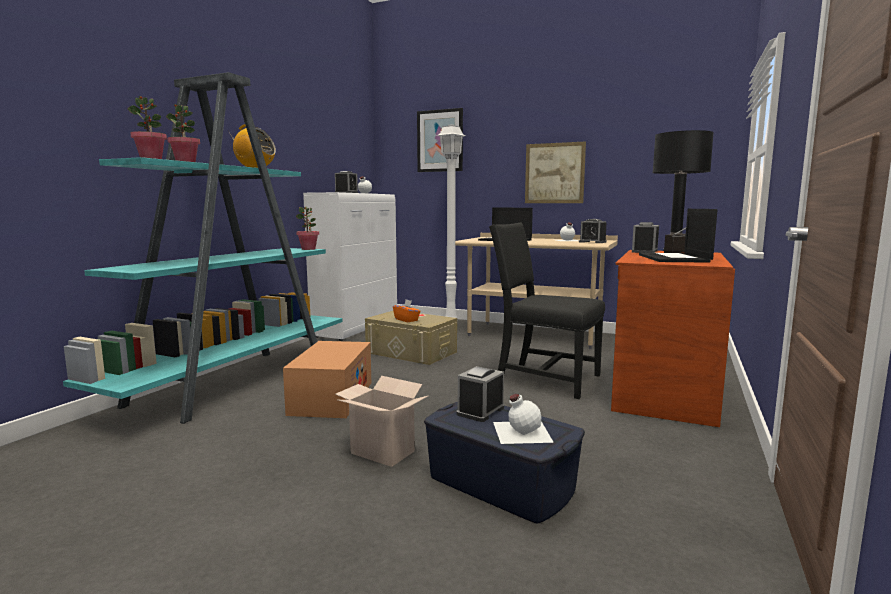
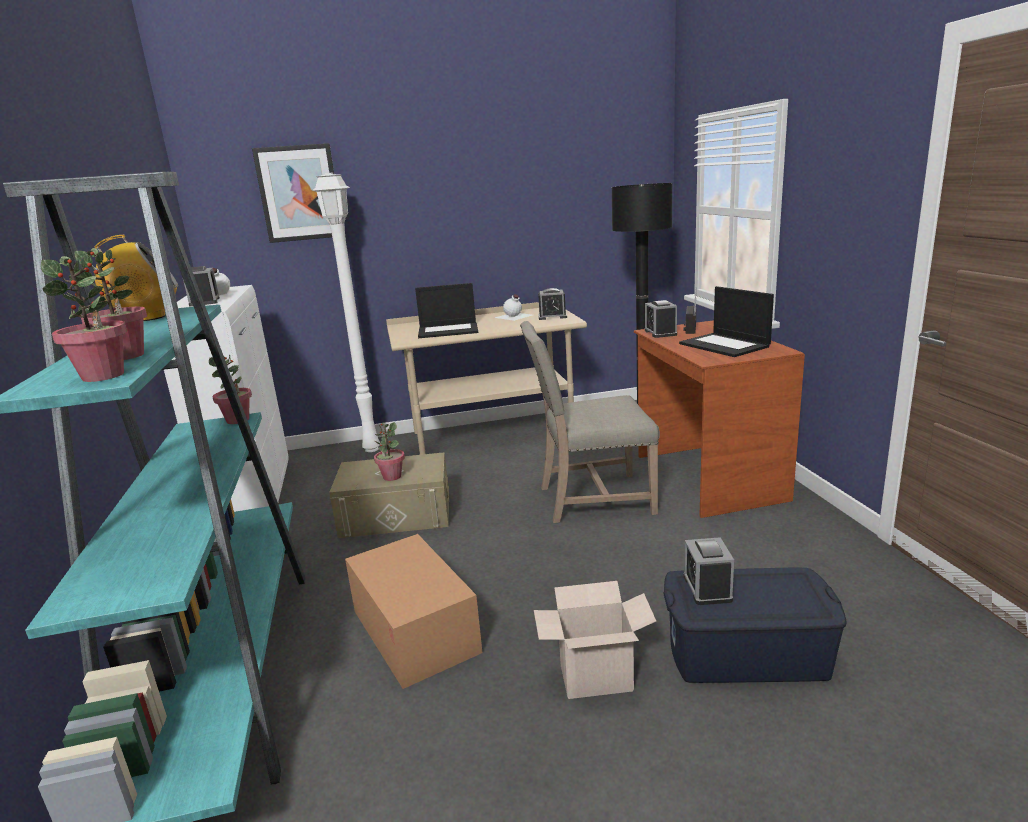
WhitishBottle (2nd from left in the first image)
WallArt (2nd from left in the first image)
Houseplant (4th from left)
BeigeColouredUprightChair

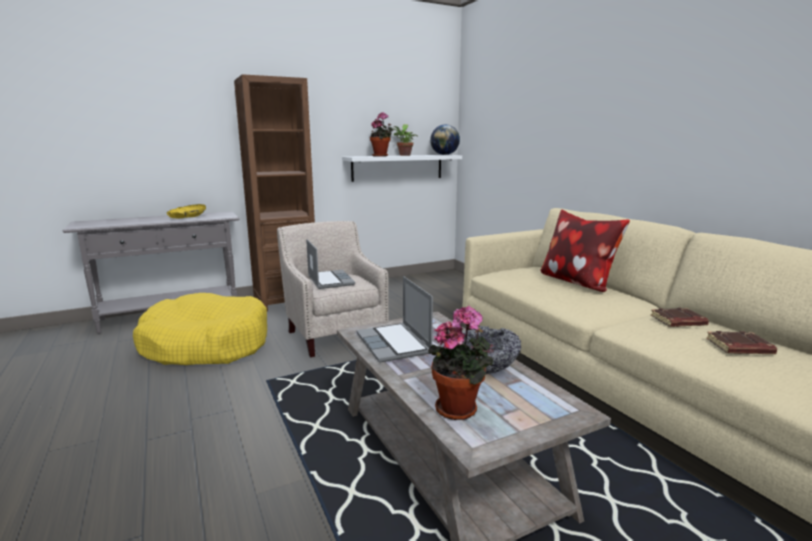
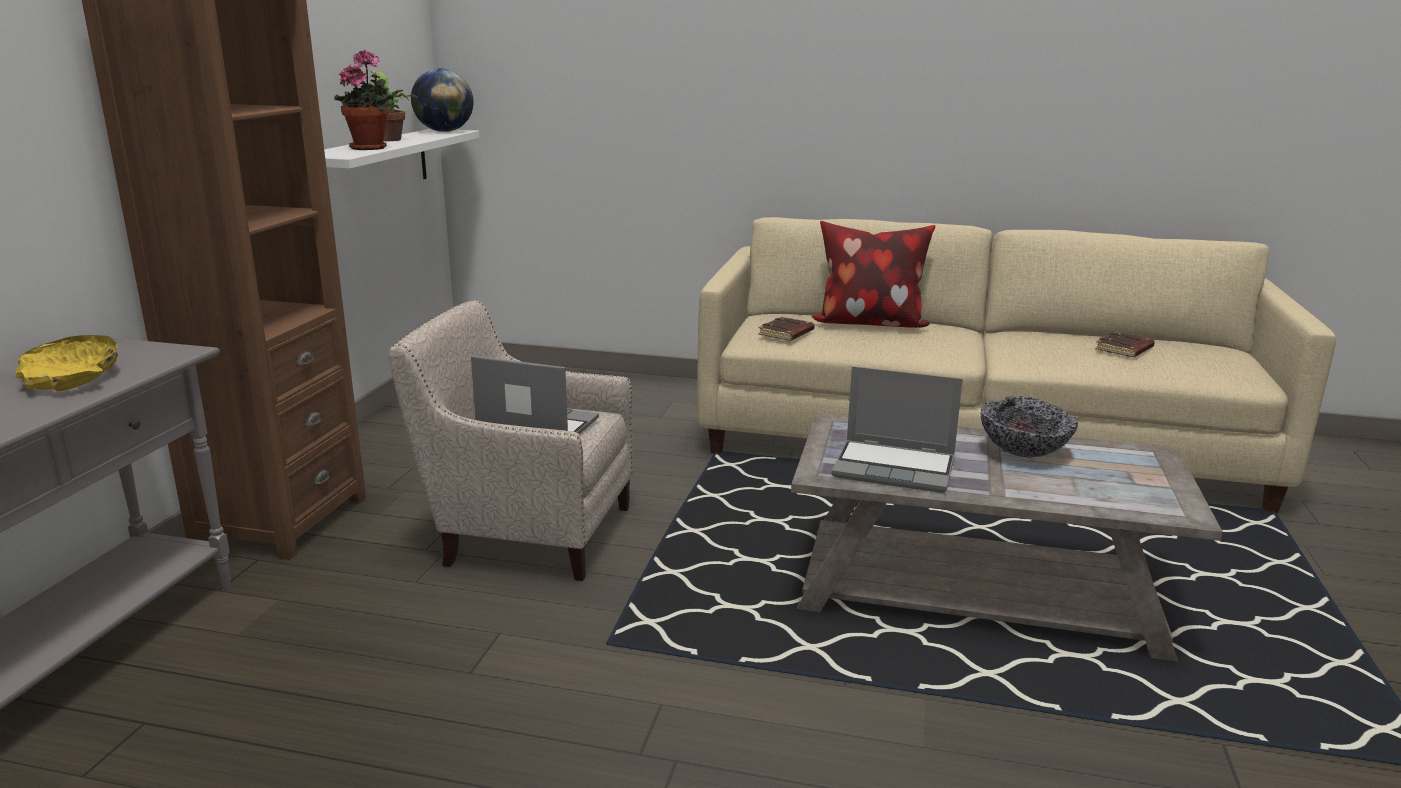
YellowishDogBed
Houseplant (3rd from left in the first image)
BrownishBook (1st from left)

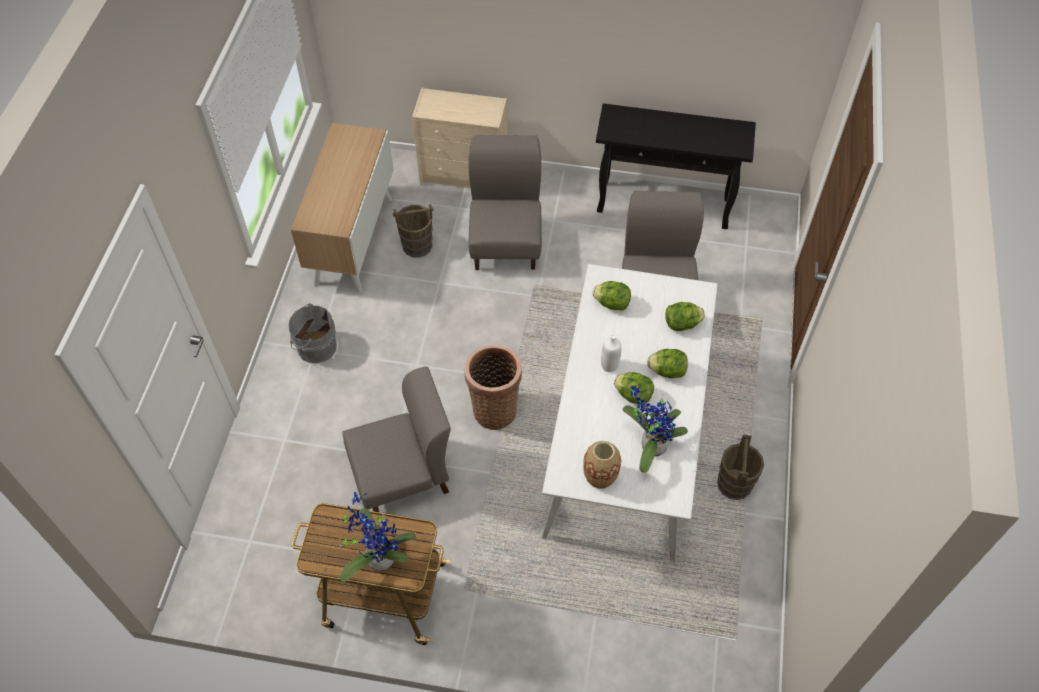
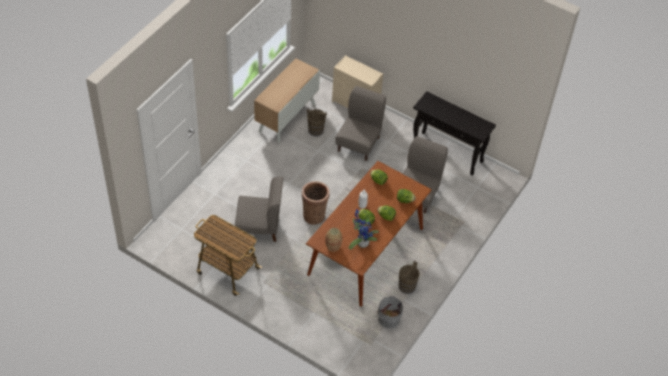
Houseplant (1st from left in the first image)
GrayPail
BrownishDiningTable

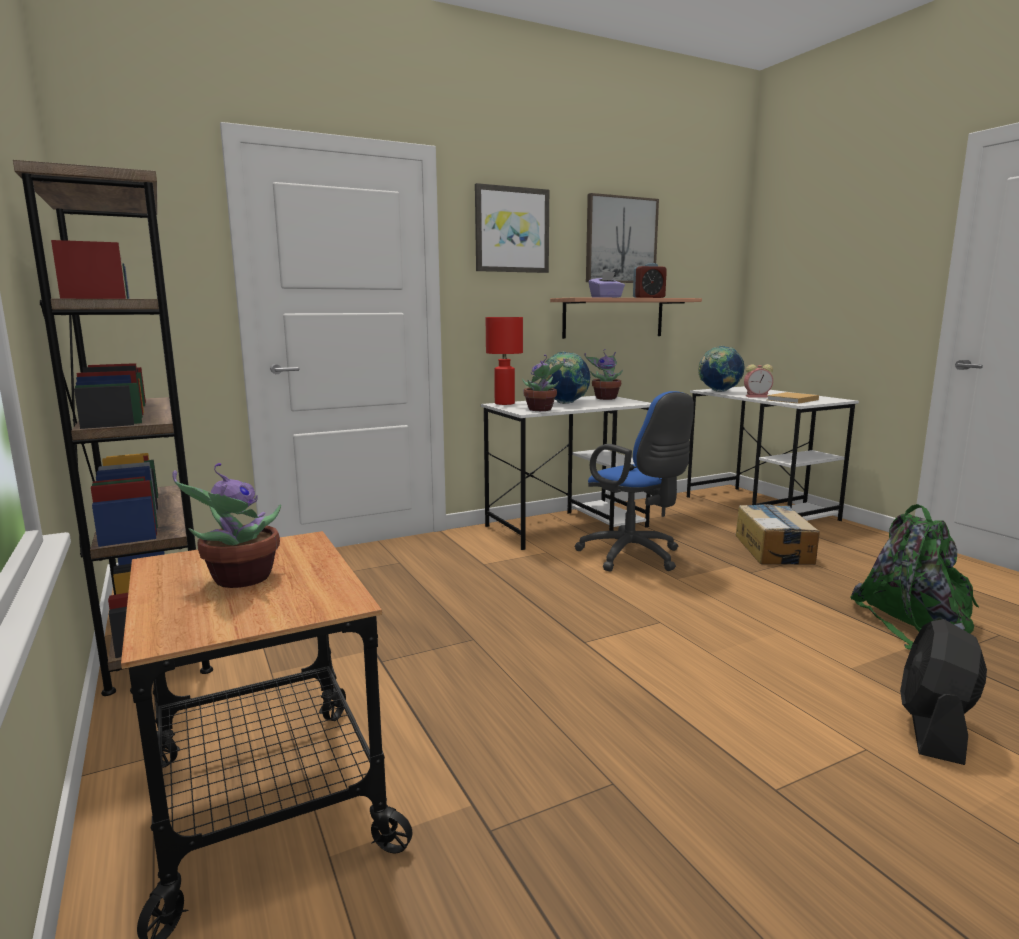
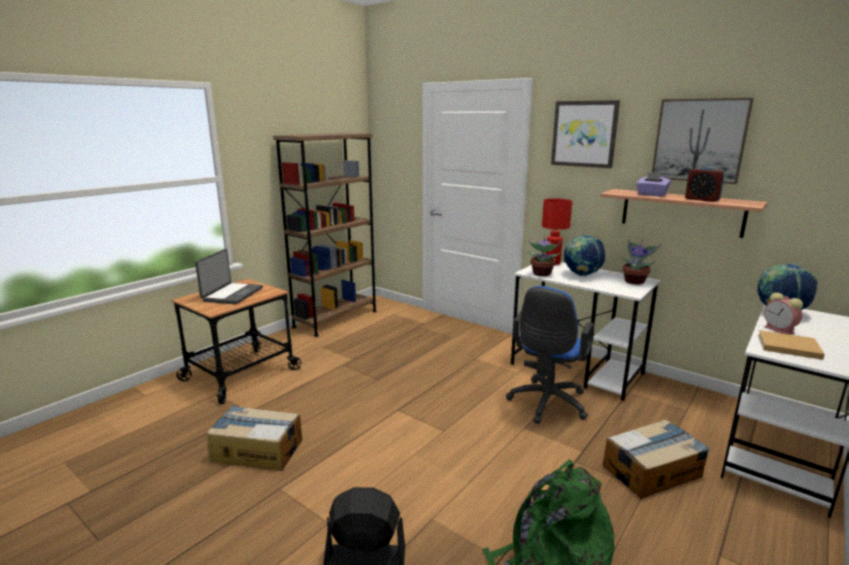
Carton (1st from left)
NotebookComputer

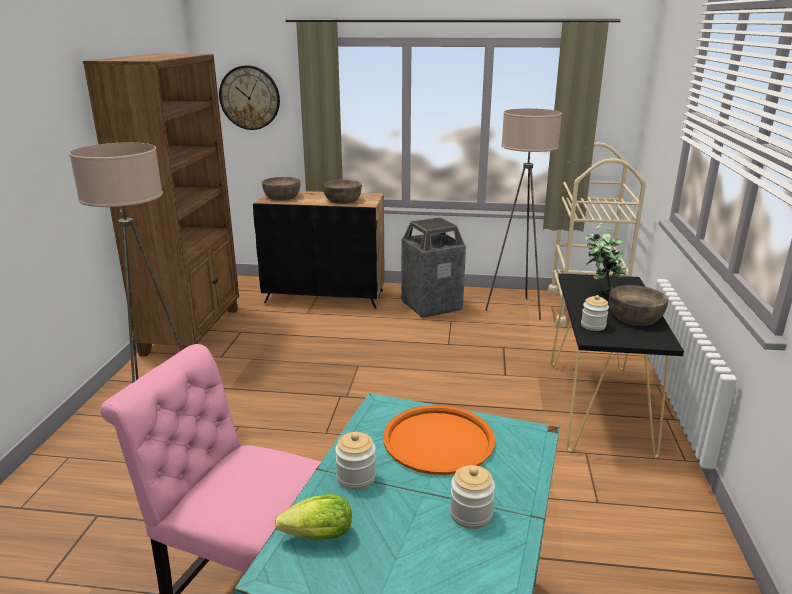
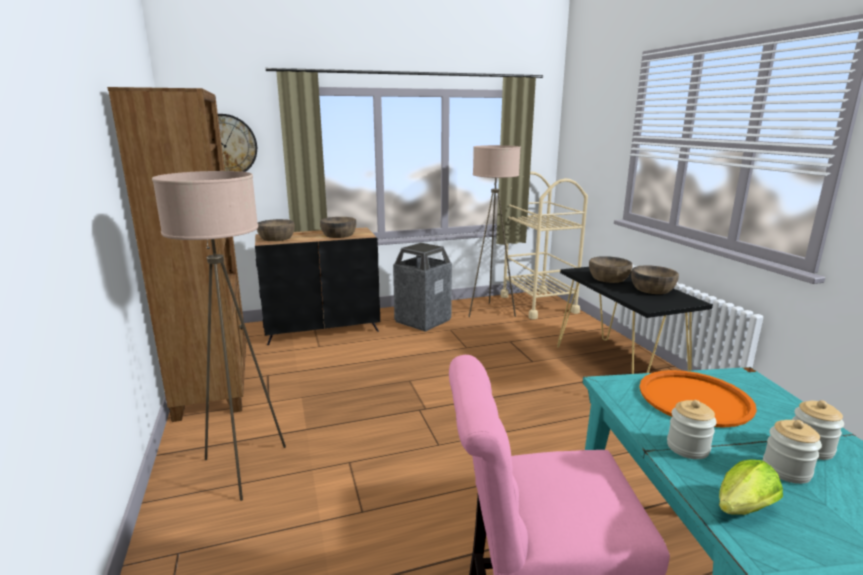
PreserveJar (2nd from left)
BrownishServingBowl (3rd from left)

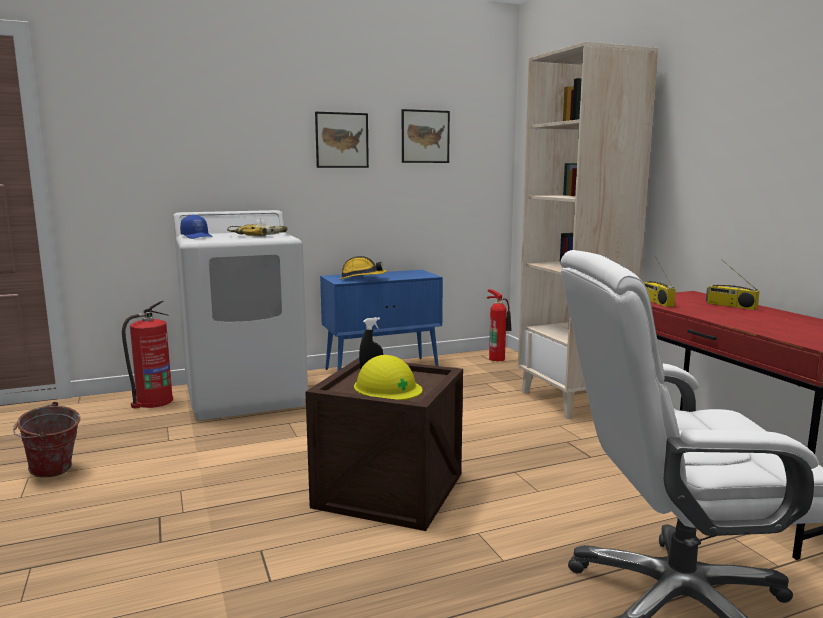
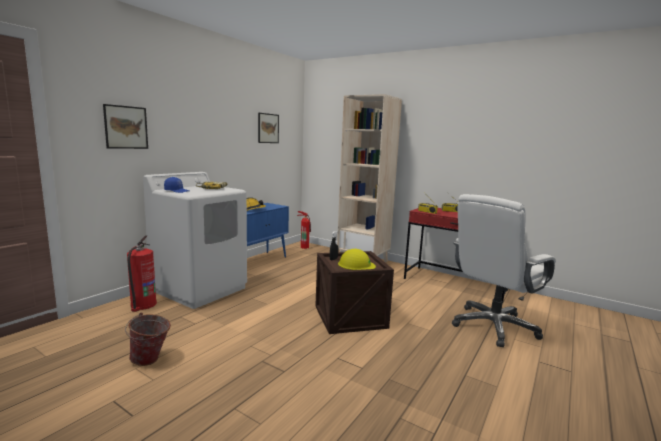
WallArt (1st from left)

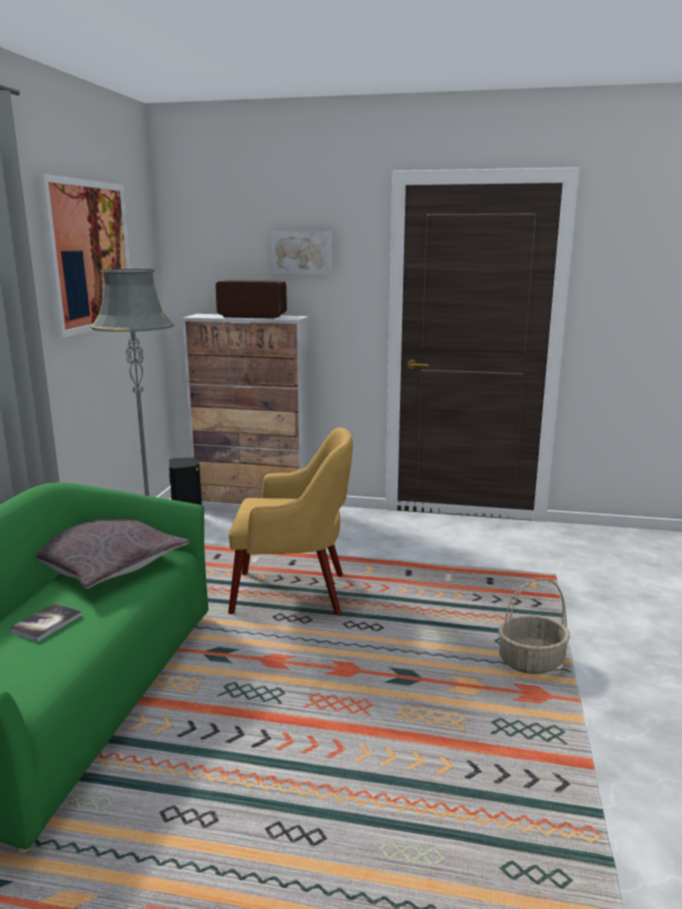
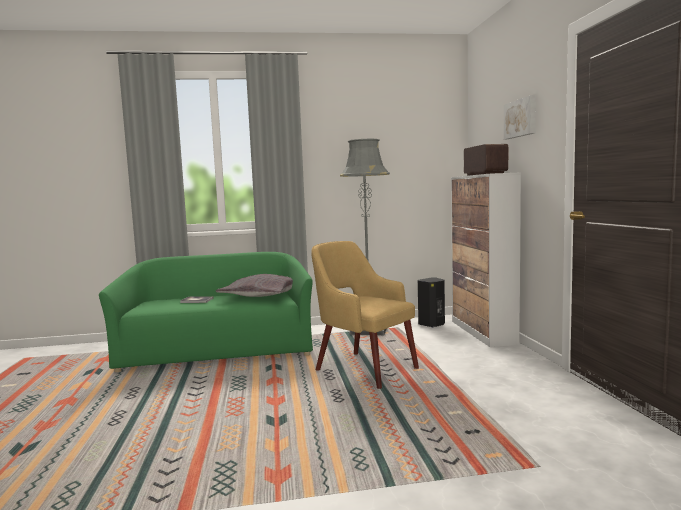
WallArt (1st from left in the first image)
Basket
YellowishEasyChair

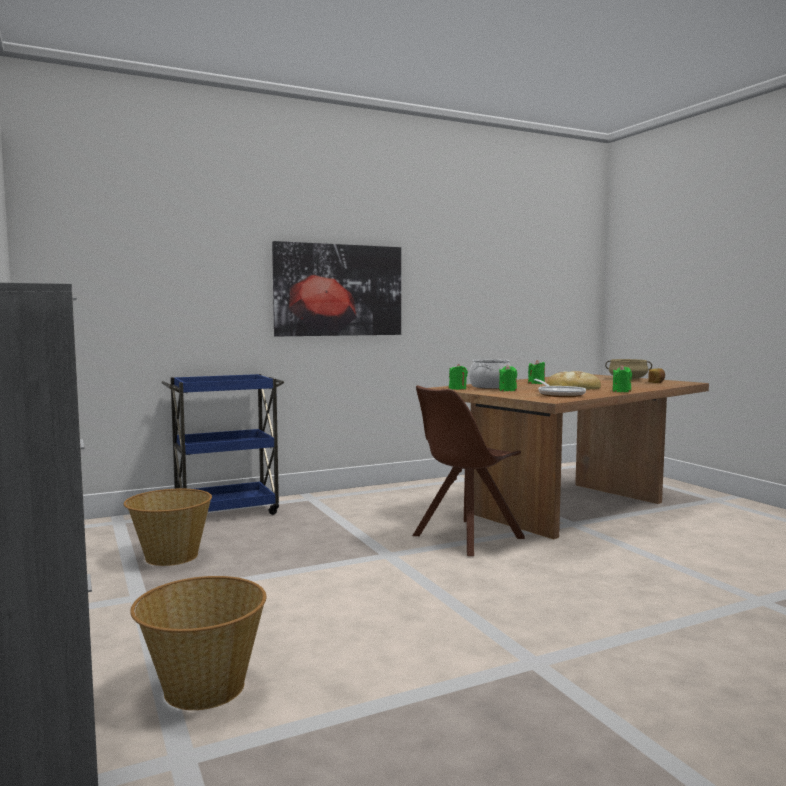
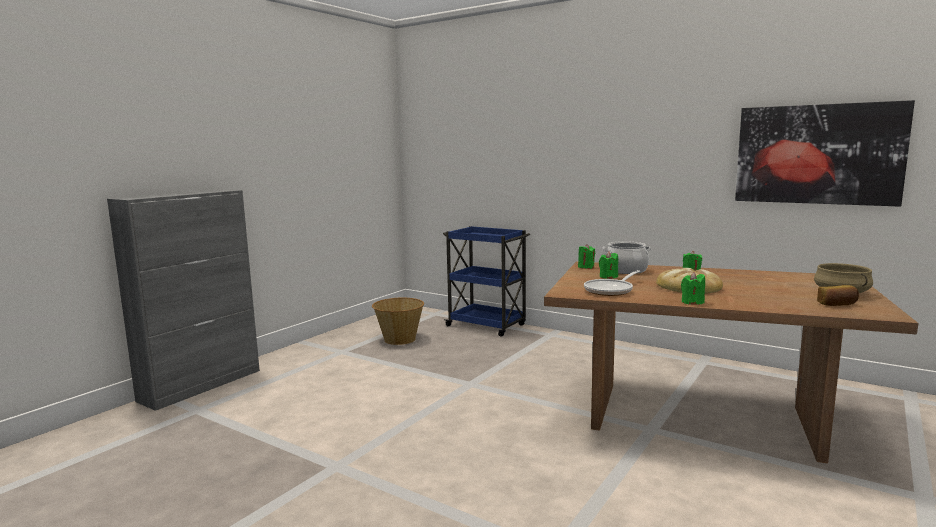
Basket (2nd from left in the first image)
BrownishUprightChair
WallArt

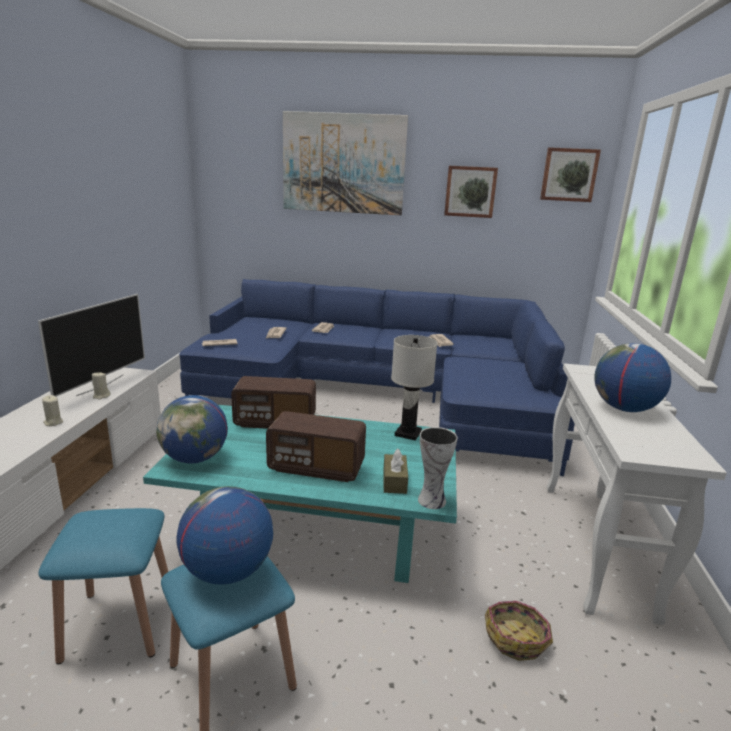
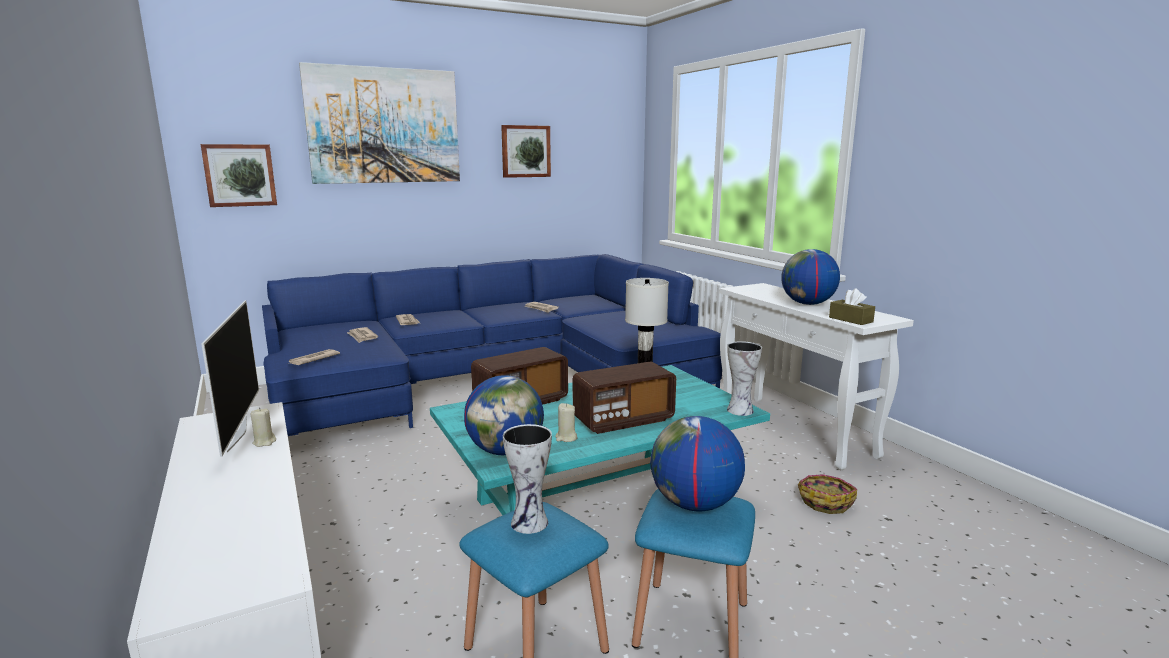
Vase (1st from left)
BeigeColouredWaxLight (2nd from left)
BrownishTissueHolder
WallArt (1st from left)

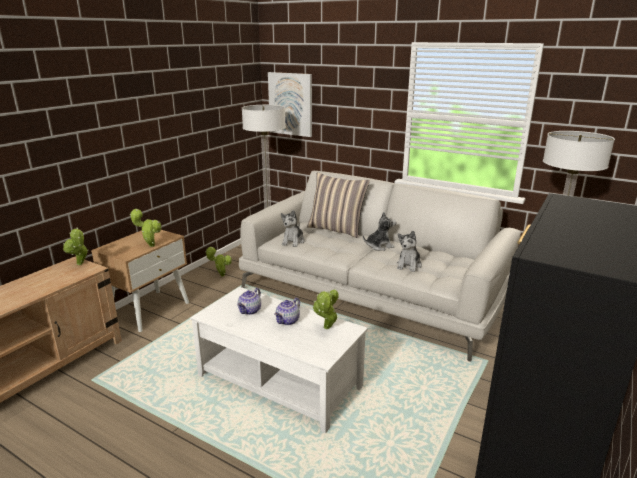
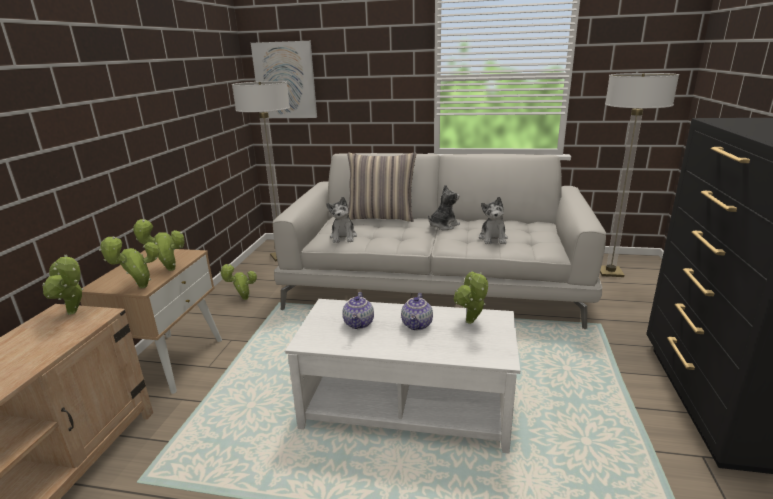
Houseplant (2nd from left)

